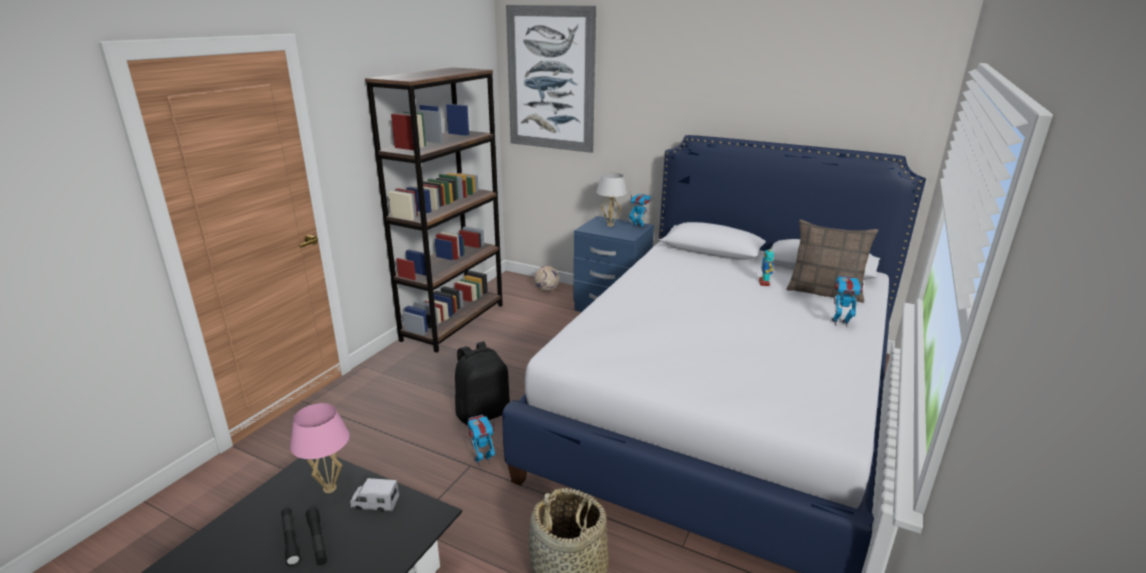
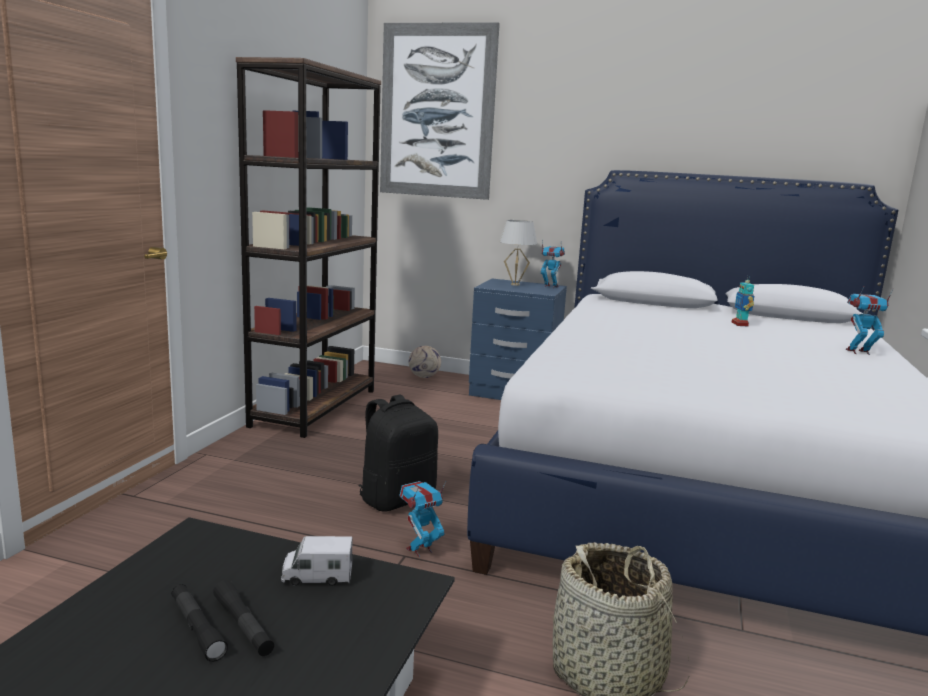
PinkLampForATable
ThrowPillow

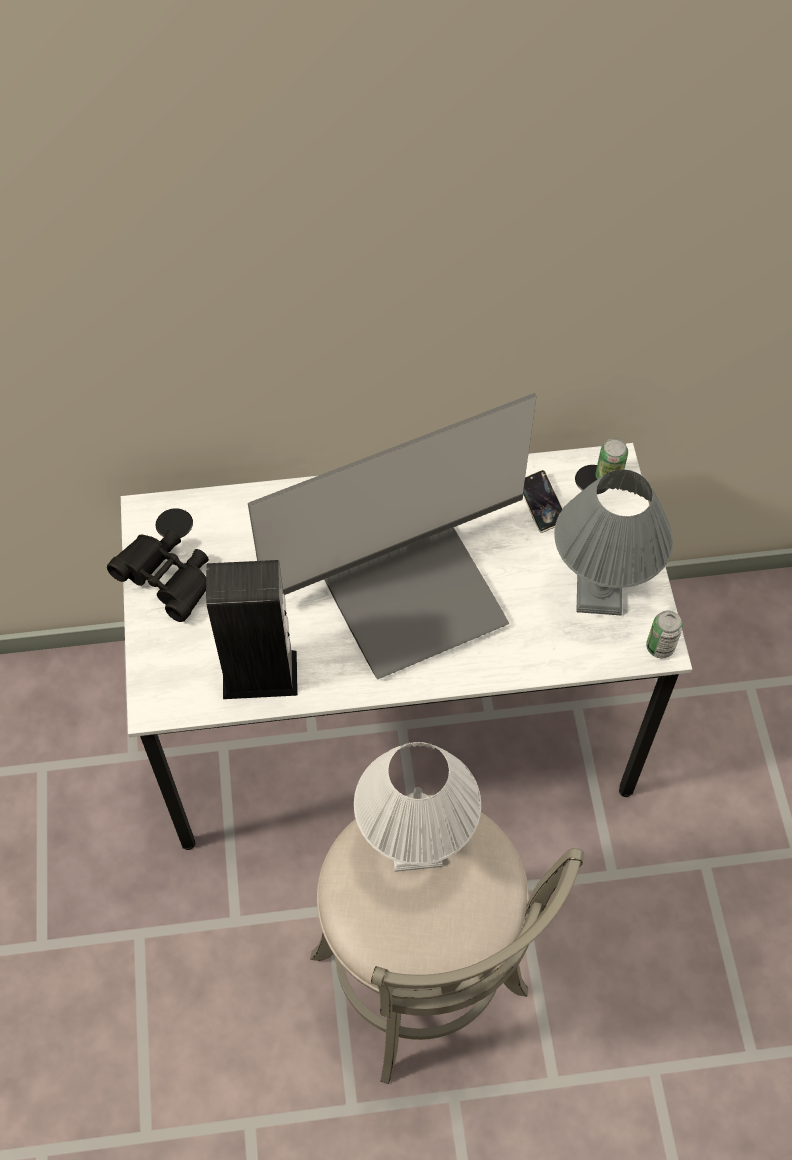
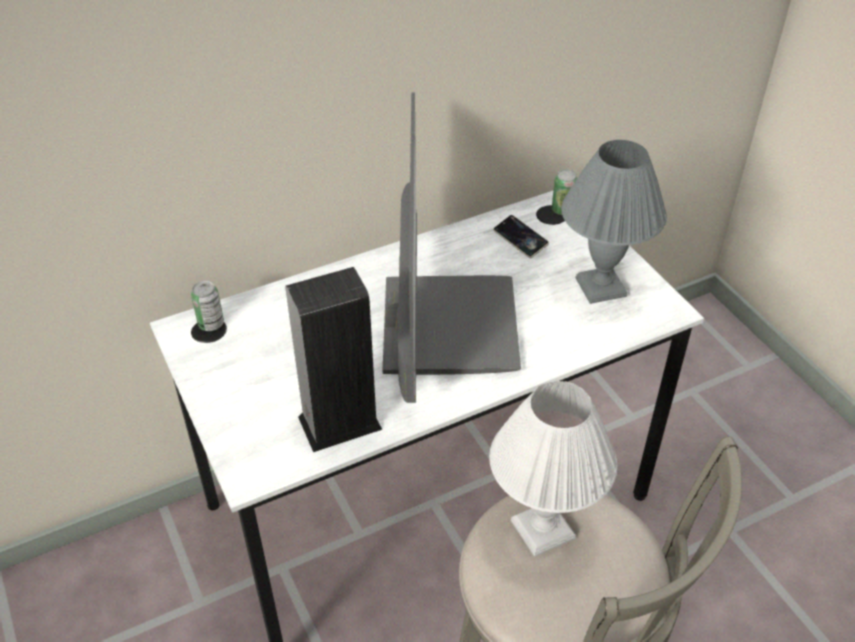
BlackishPairOfBinoculars
MetalCan (1st from left)
ComputerScreen

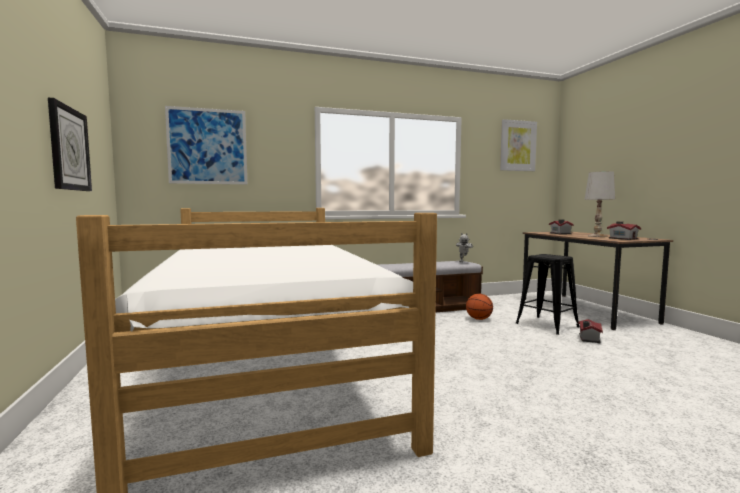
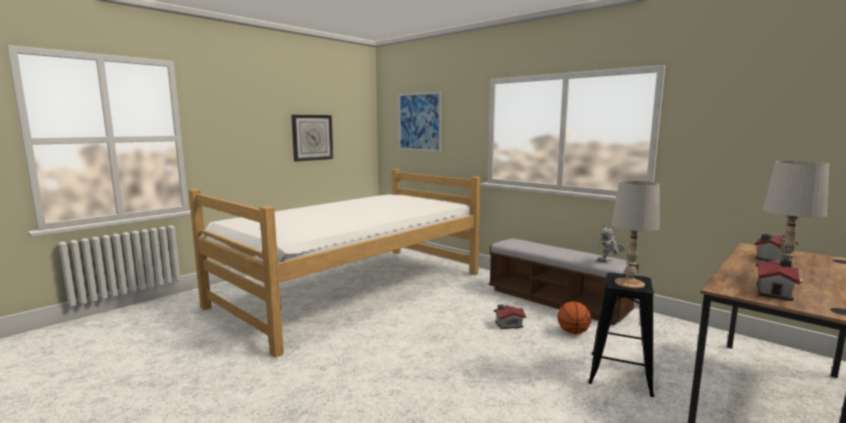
WallArt (2nd from left in the first image)
WhitishLampForATable (1st from left)
ToyHouse (1st from left)

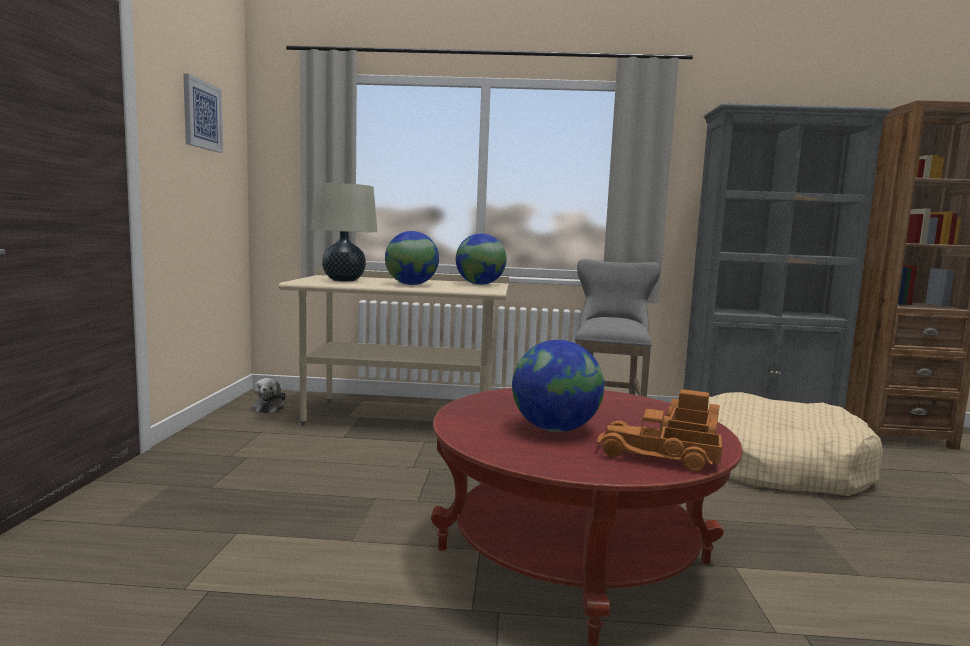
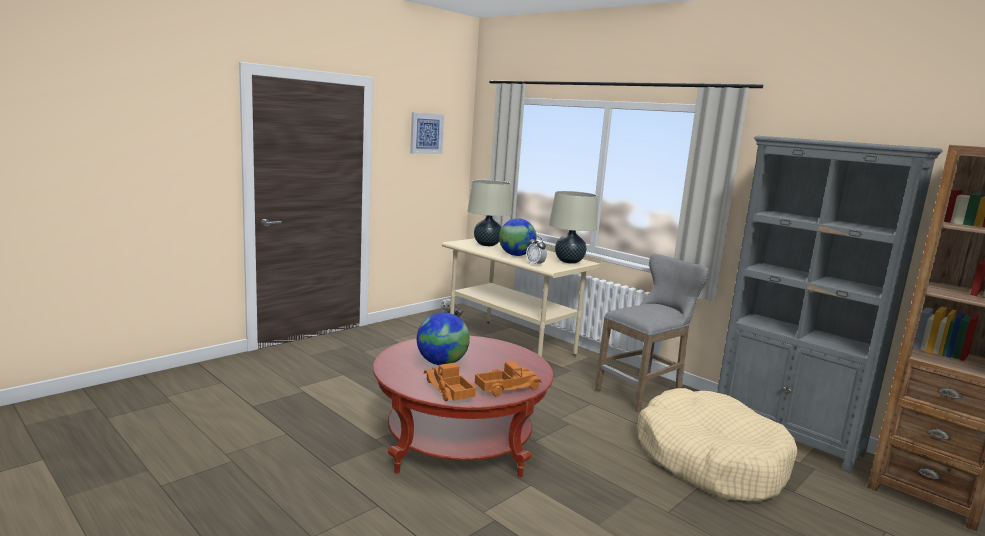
TableClock
BeigeColouredLampForATable (2nd from left)

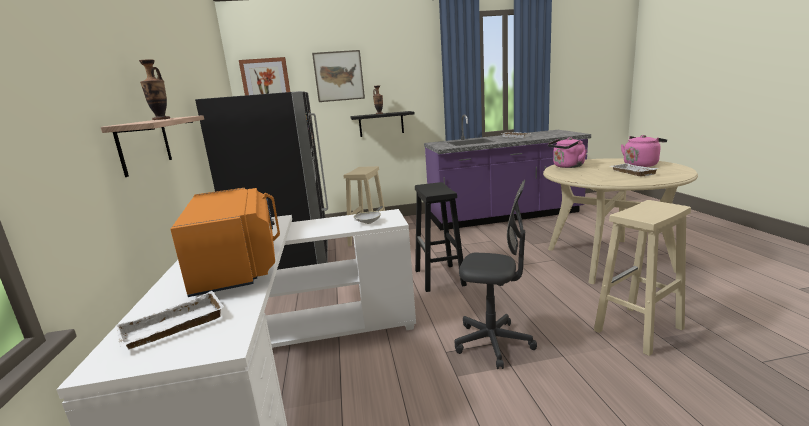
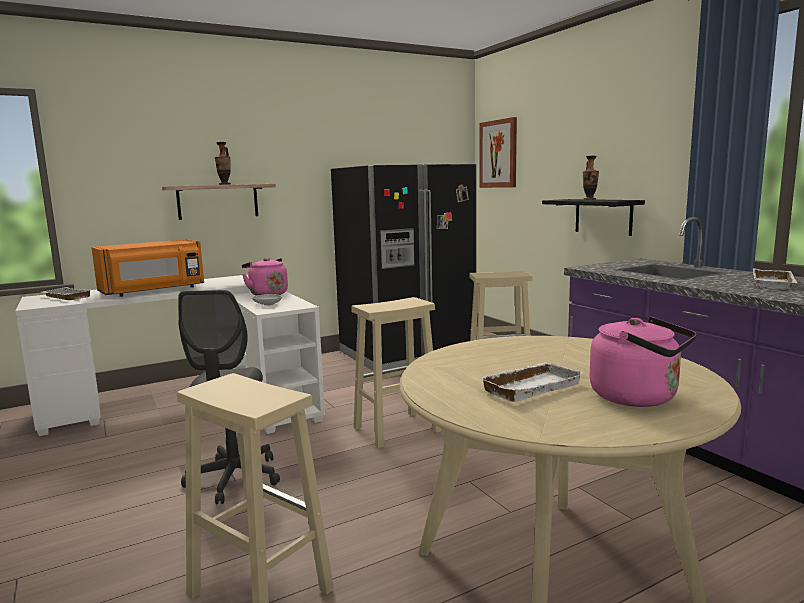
WallArt (2nd from left in the first image)
PinkKettle (1st from left)
BeigeColouredSittingStool (2nd from left)

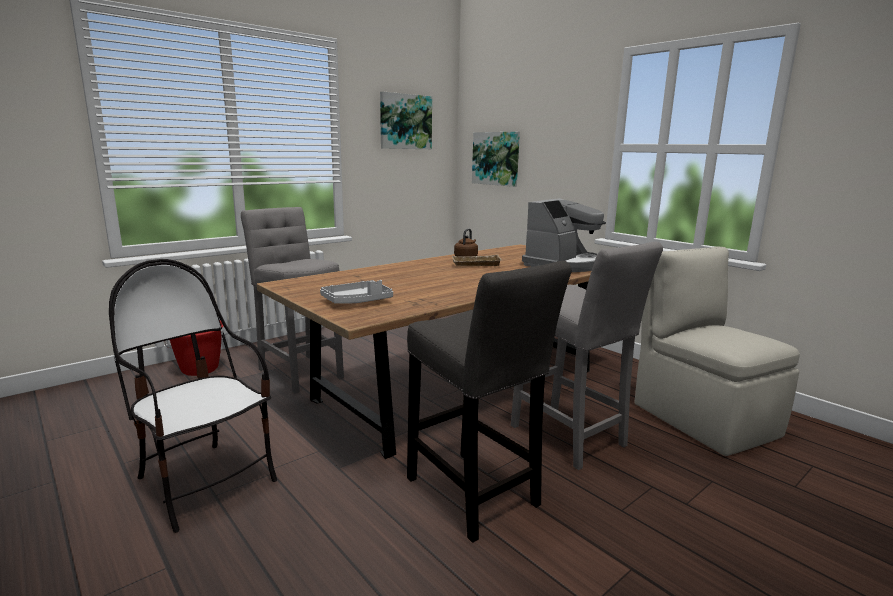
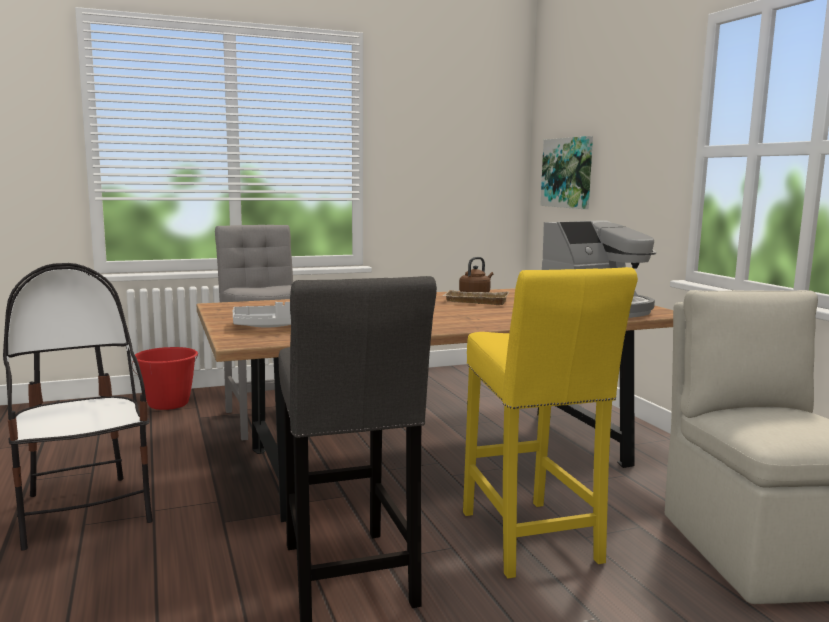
WallArt (1st from left in the first image)
YellowishSittingStool

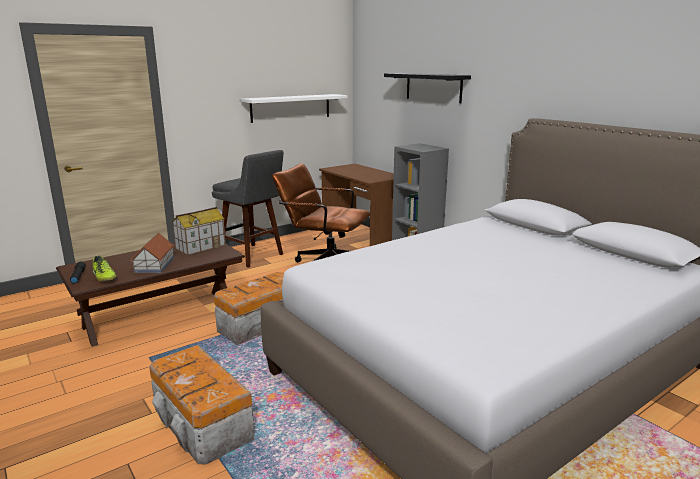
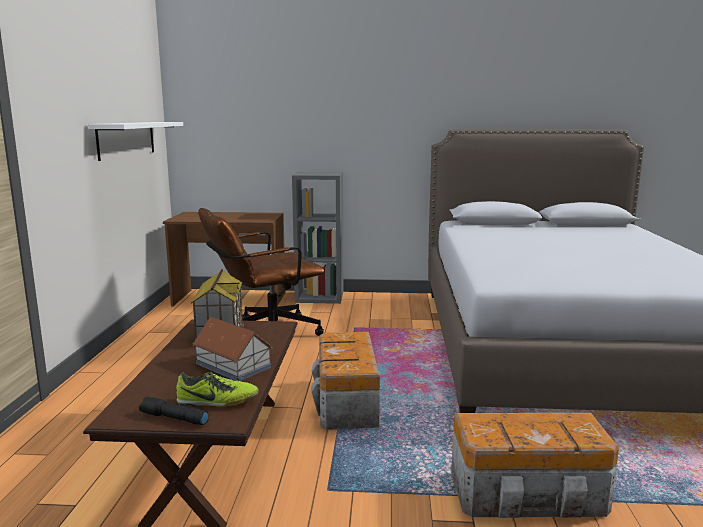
GraySittingStool
BlackishShelf

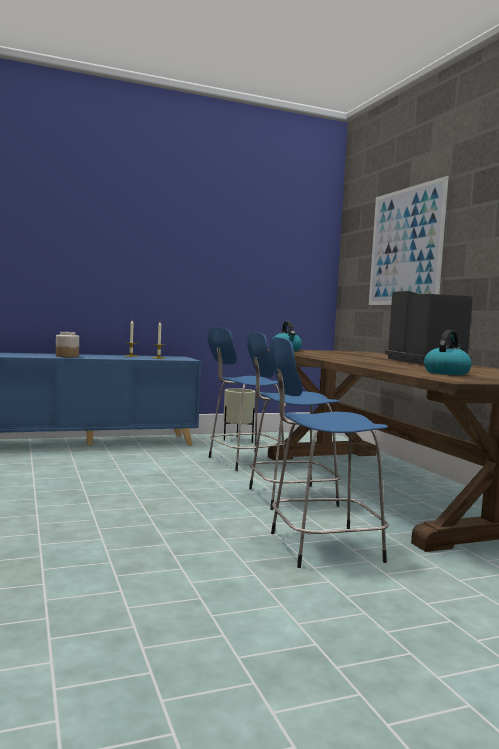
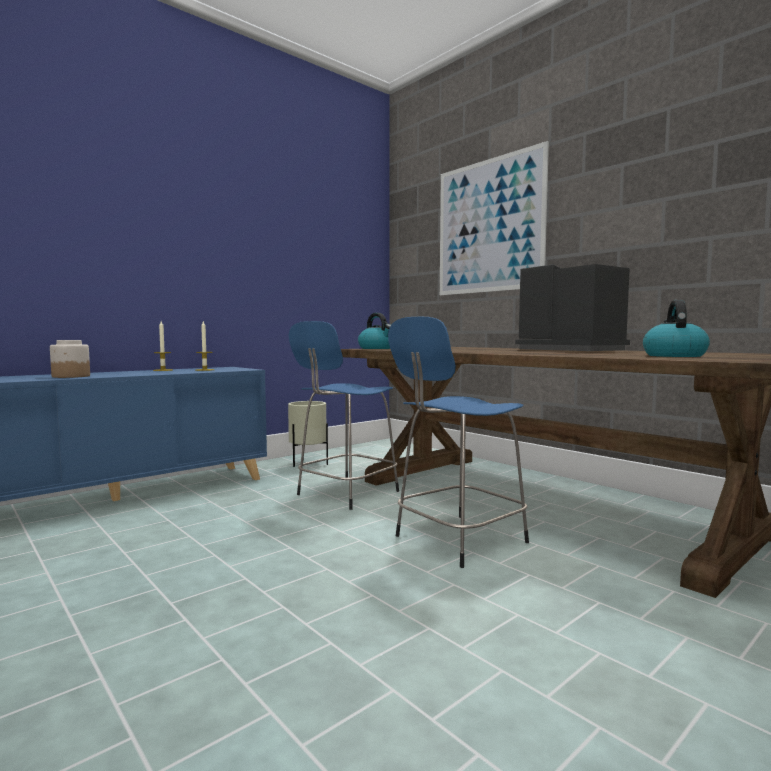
BlueColouredSittingStool (3rd from left in the first image)

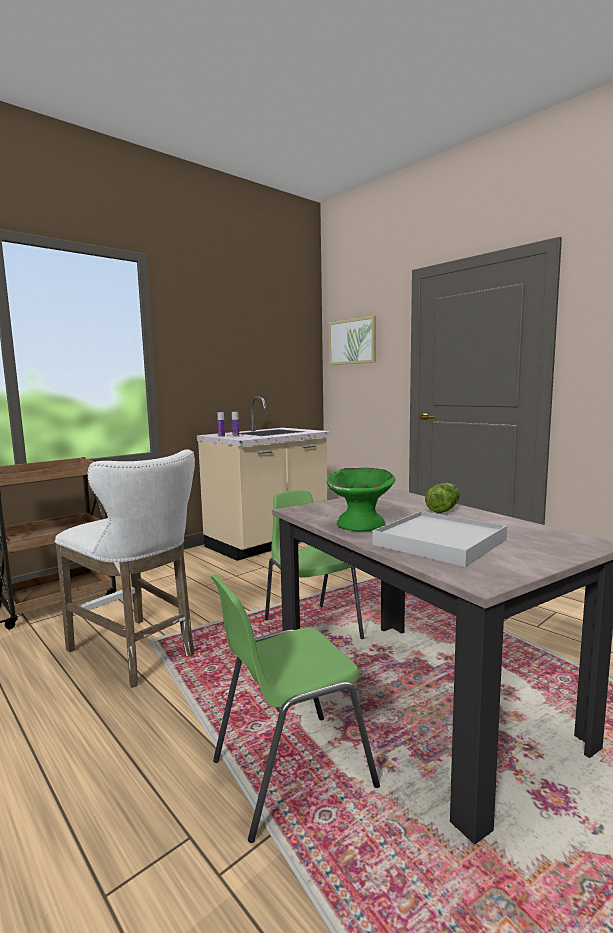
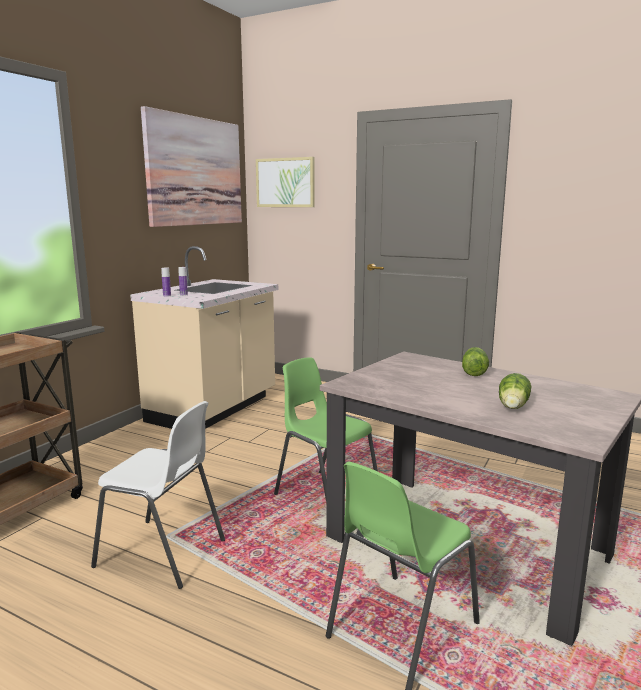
GreenServingBowl
WallArt (1st from left)
WhitishUprightChair
Lettuce (2nd from left)

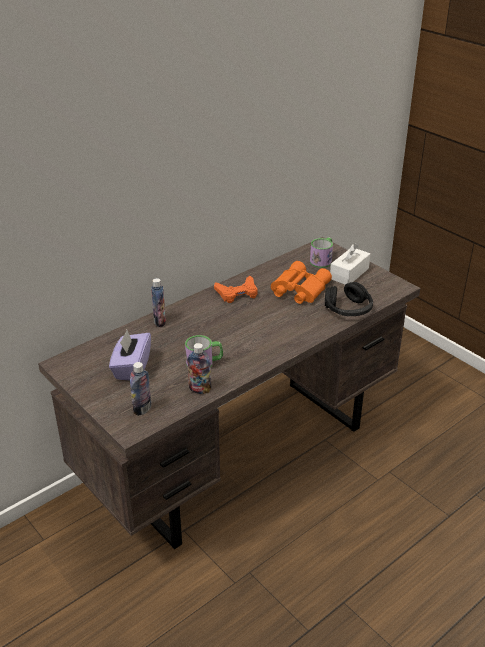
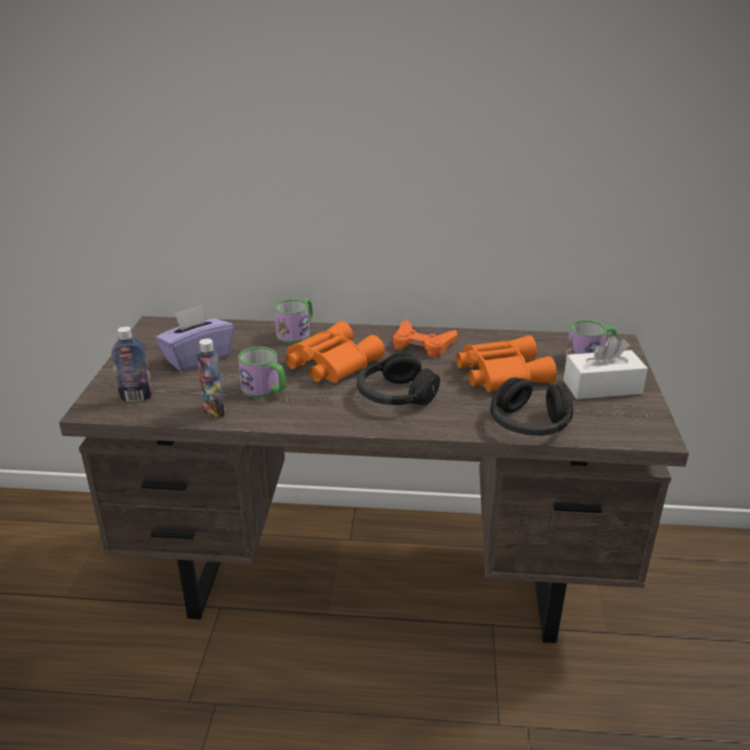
OrangeColouredPairOfBinoculars (1st from left)
BlackishHeadphones (1st from left)
Mug (2nd from left)

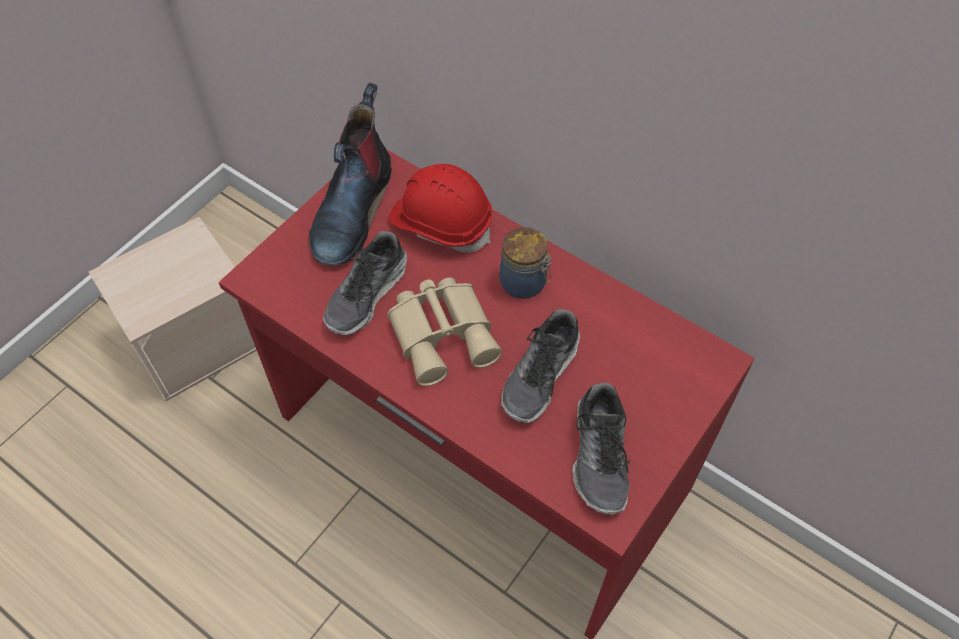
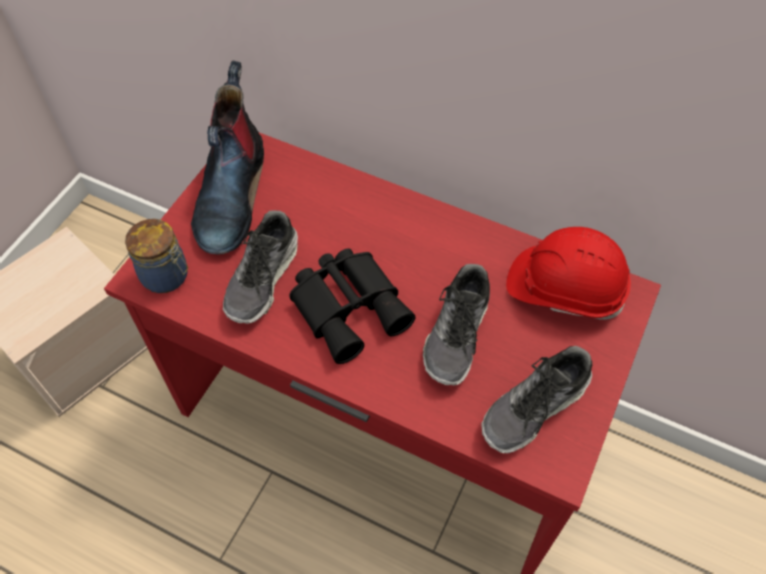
ReddishHardHat
PreserveJar
BlackishPairOfBinoculars
LowShoe (3rd from left)

